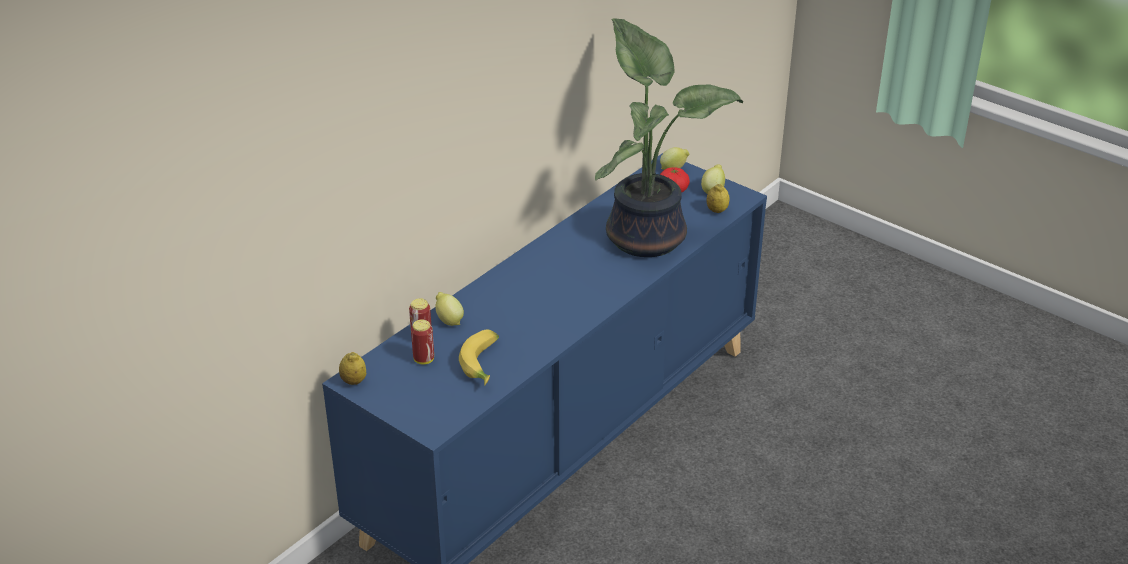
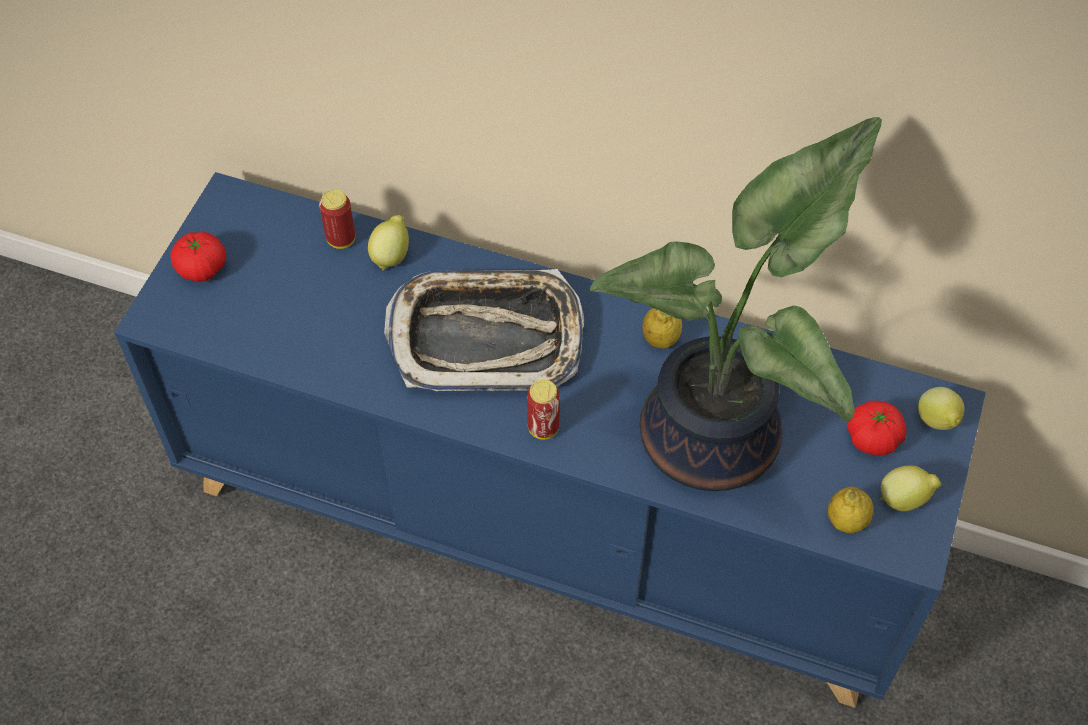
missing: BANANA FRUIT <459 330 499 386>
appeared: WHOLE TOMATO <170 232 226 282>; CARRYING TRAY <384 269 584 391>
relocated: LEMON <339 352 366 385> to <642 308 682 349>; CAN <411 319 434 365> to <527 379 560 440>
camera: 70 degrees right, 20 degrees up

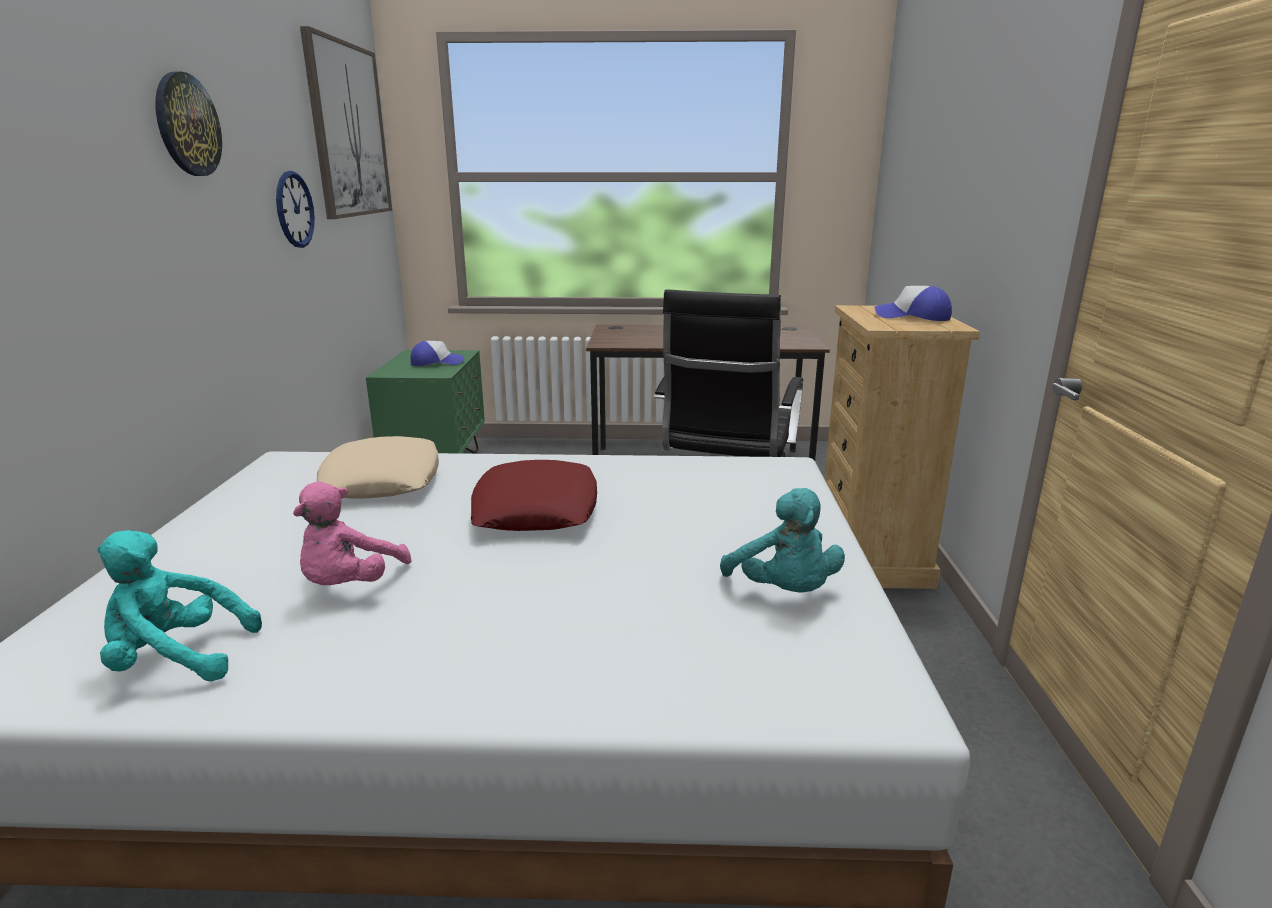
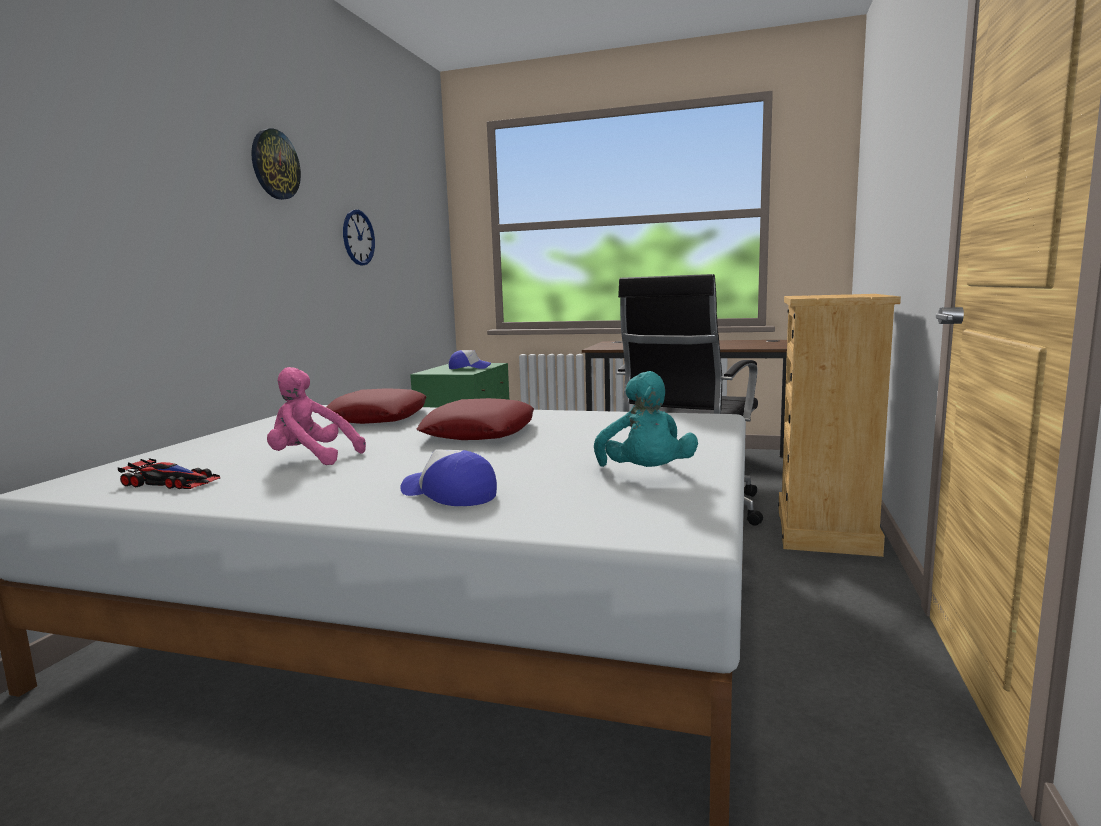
missing: PICTURE <300 26 392 219>
relocated: CAP <874 286 952 321> to <400 449 497 506>
exchanged: TURQUOISE CUDDLY TOY <97 530 262 681> to MODEL CAR <117 458 221 489>
colour: BEIGE PILLOW <317 436 439 499> to REDDISH PILLOW <326 388 427 424>
spun: PINK-COLOURED CUDDLY TOY <293 481 412 585> = <267 367 366 465> 75 degrees clockwise
camera: 15 degrees right, 10 degrees down

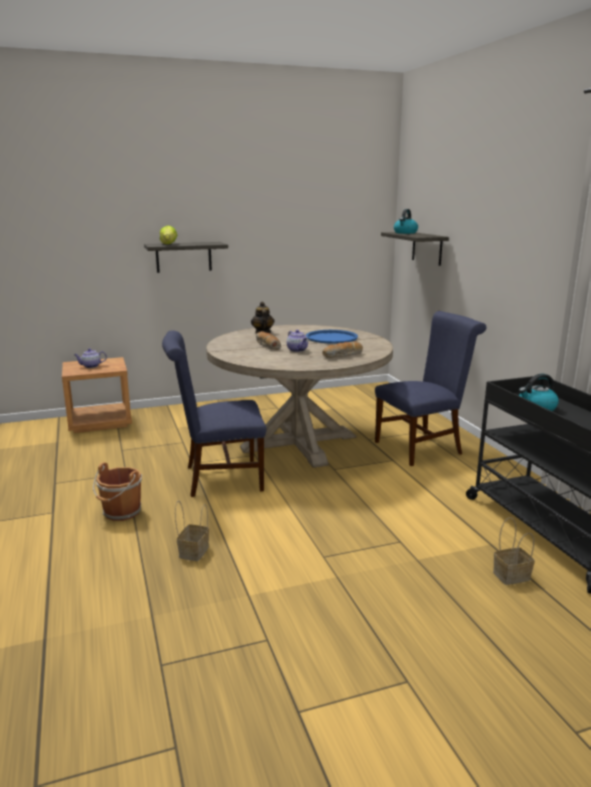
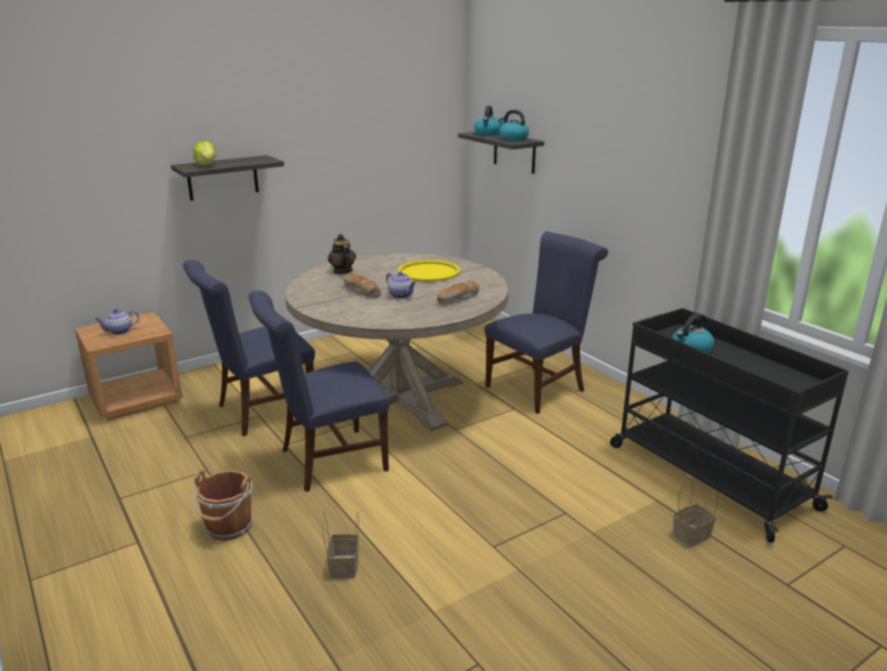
appeared: BLUE UPRIGHT CHAIR <183 260 315 436>; WATER KETTLE <498 110 529 141>
colour: BLUE CARRYING TRAY <306 330 358 344> to YELLOW CARRYING TRAY <398 260 460 282>
camera: 15 degrees left, 5 degrees up

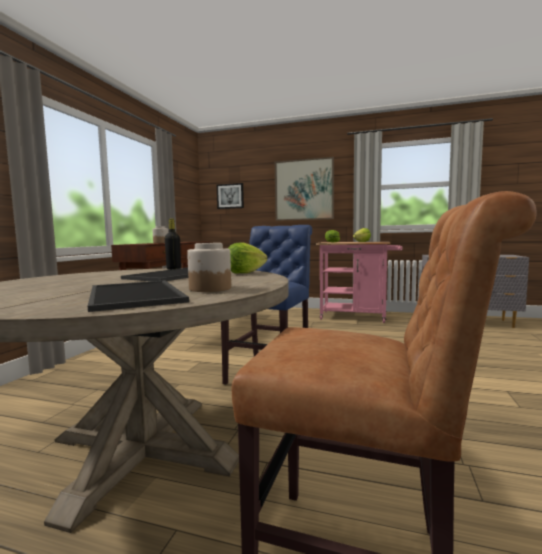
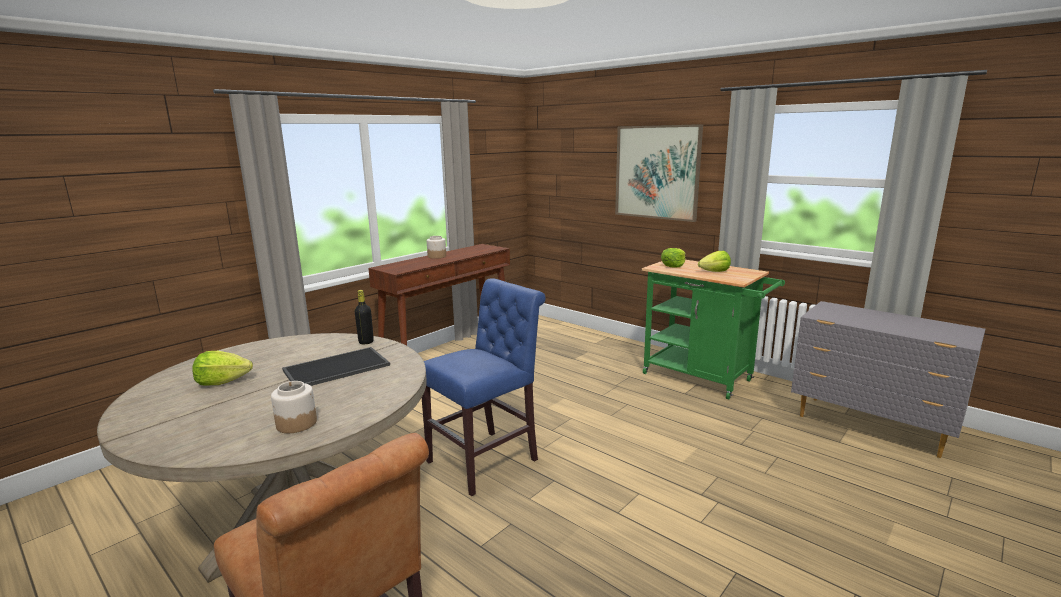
missing: CARRYING TRAY <88 281 189 312>; PICTURE <217 183 244 209>
relocated: LETTUCE <228 243 268 274> to <193 351 253 386>
colour: PINK-COLOURED WHEELED CART <316 242 403 323> to GREENISH WHEELED CART <642 260 785 400>
camera: 25 degrees right, 10 degrees up

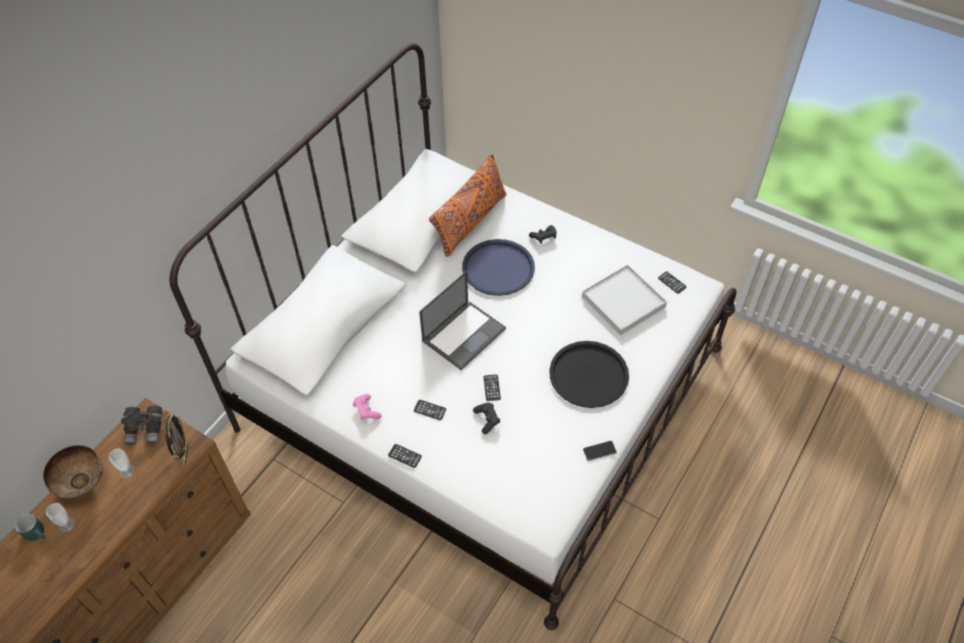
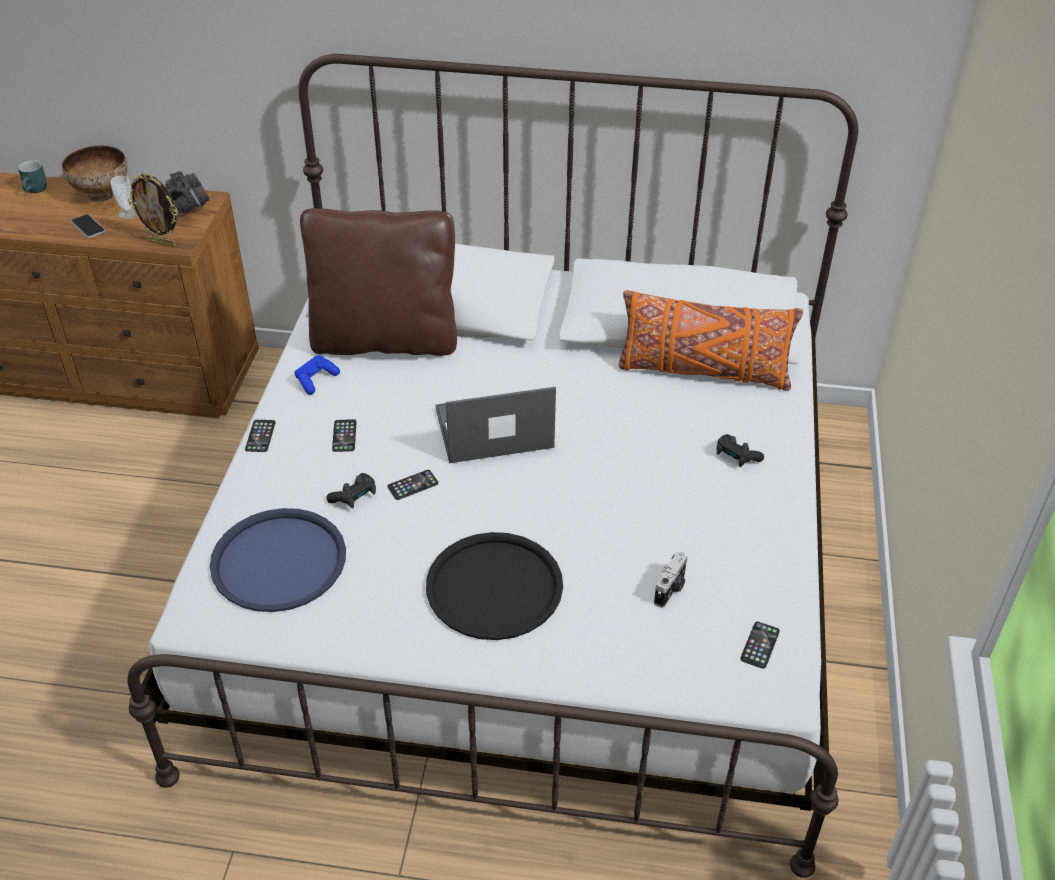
missing: CUP <46 503 75 533>
appeared: BROWNISH PILLOW <300 208 457 356>
relocated: BLUE CARRYING TRAY <462 239 535 296> to <210 508 346 612>; HANDSET <583 441 617 461> to <71 214 105 238>
exchanged: WHITE CARRYING TRAY <582 265 667 335> to STILL CAMERA <654 552 688 608>
colour: PINK-COLOURED GAME CONTROLLER <353 394 381 420> to BLUE GAME CONTROLLER <294 355 340 395>
spun: PICTURE FRAME <165 414 188 466> = <128 173 178 246> 45 degrees clockwise; NOTEBOOK COMPUTER <419 271 506 370> = <436 387 556 463> 150 degrees clockwise
camera: 65 degrees right, 10 degrees down

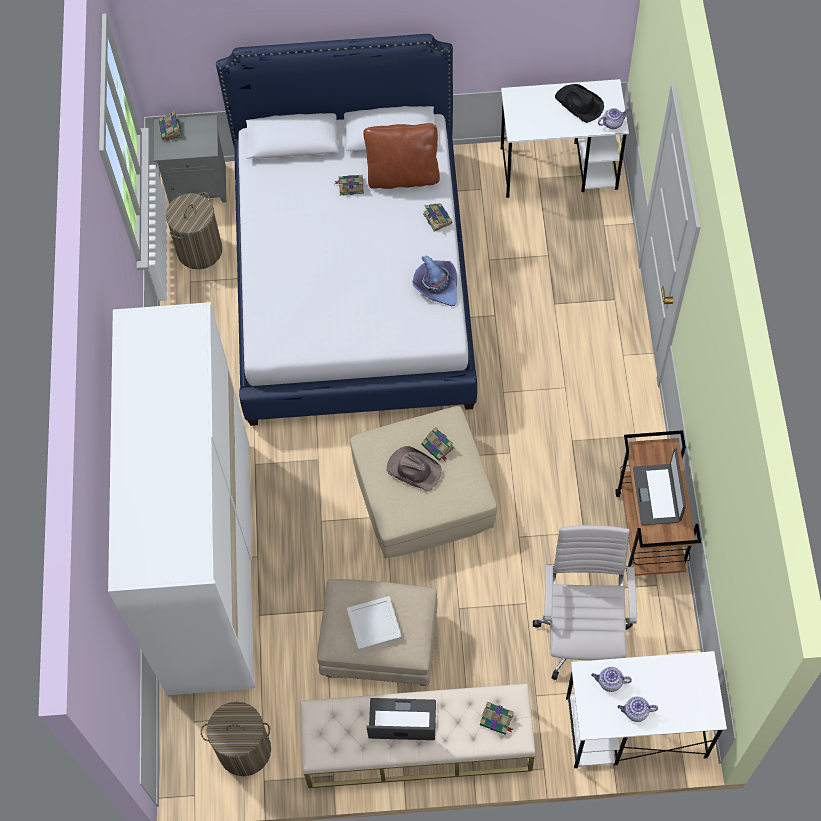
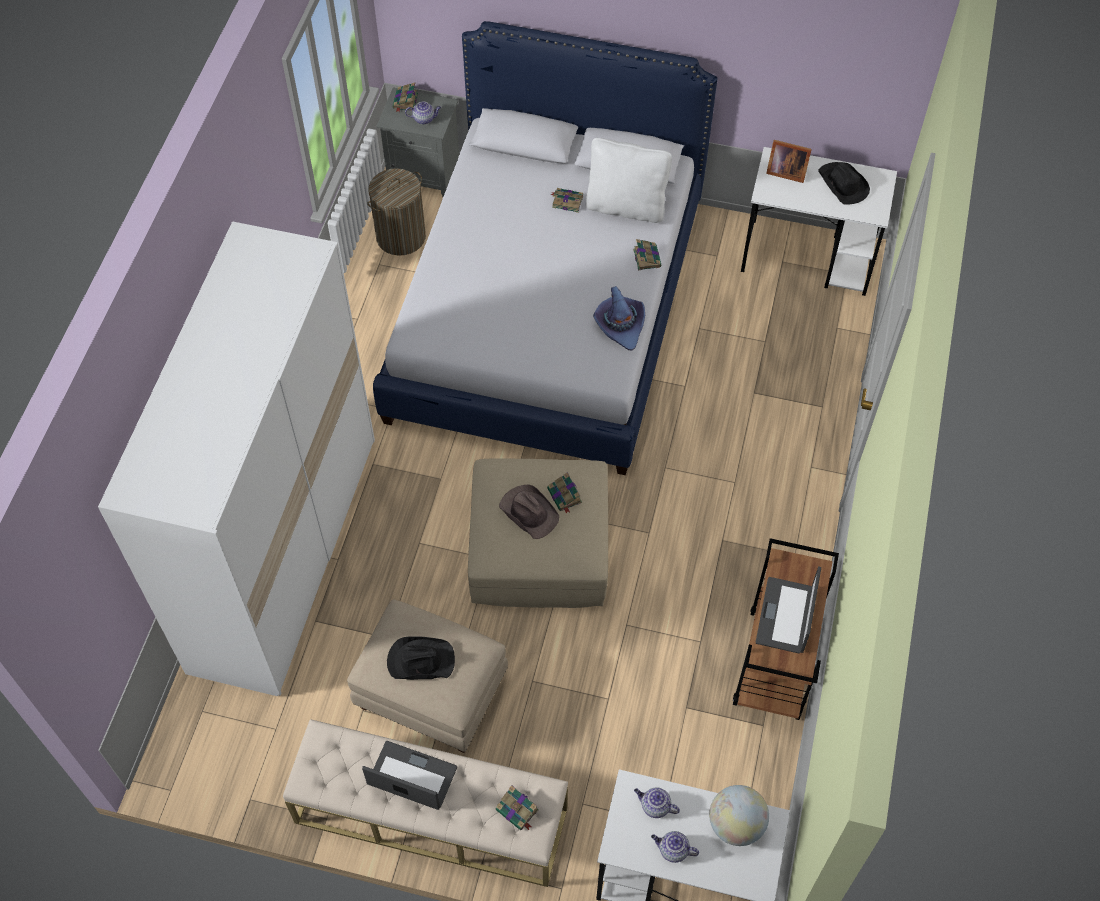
missing: WASHING BASKET <200 702 271 776>; WHITE DESK CHAIR <533 525 637 680>
appeared: WORLD GLOBE <709 785 769 846>; PICTURE FRAME <766 140 812 183>
relocated: TEAPOT <598 108 630 129> to <405 102 441 124>
exchanged: WHITE CARRYING TRAY <347 596 402 651> to BLACK HAT <387 636 455 680>
colour: BROWNISH PILLOW <363 123 440 189> to WHITE PILLOW <586 138 672 223>
camera: 15 degrees right, 5 degrees down

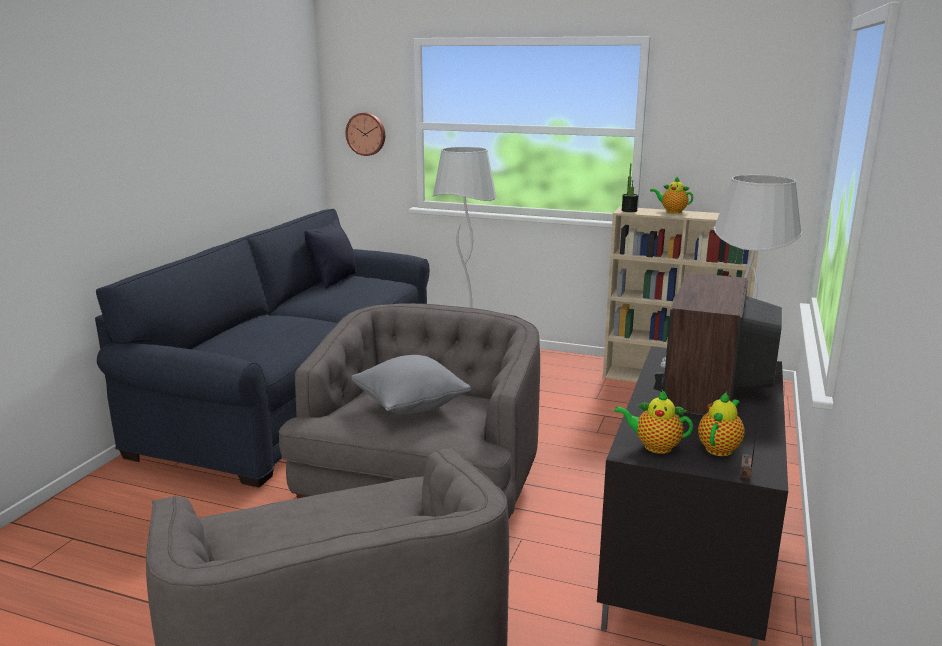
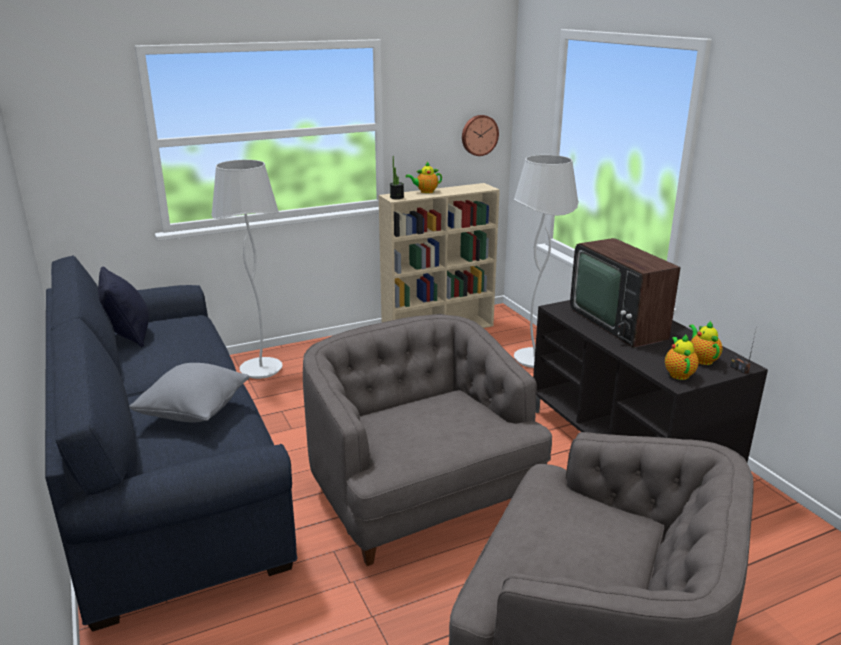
relocated: HANGING CLOCK <345 113 385 156> to <462 115 499 156>; GREY PILLOW <351 355 471 415> to <129 363 249 422>
spun: TEAPOT <614 390 693 454> = <665 334 699 380> 120 degrees clockwise
camera: 45 degrees left, 5 degrees up

